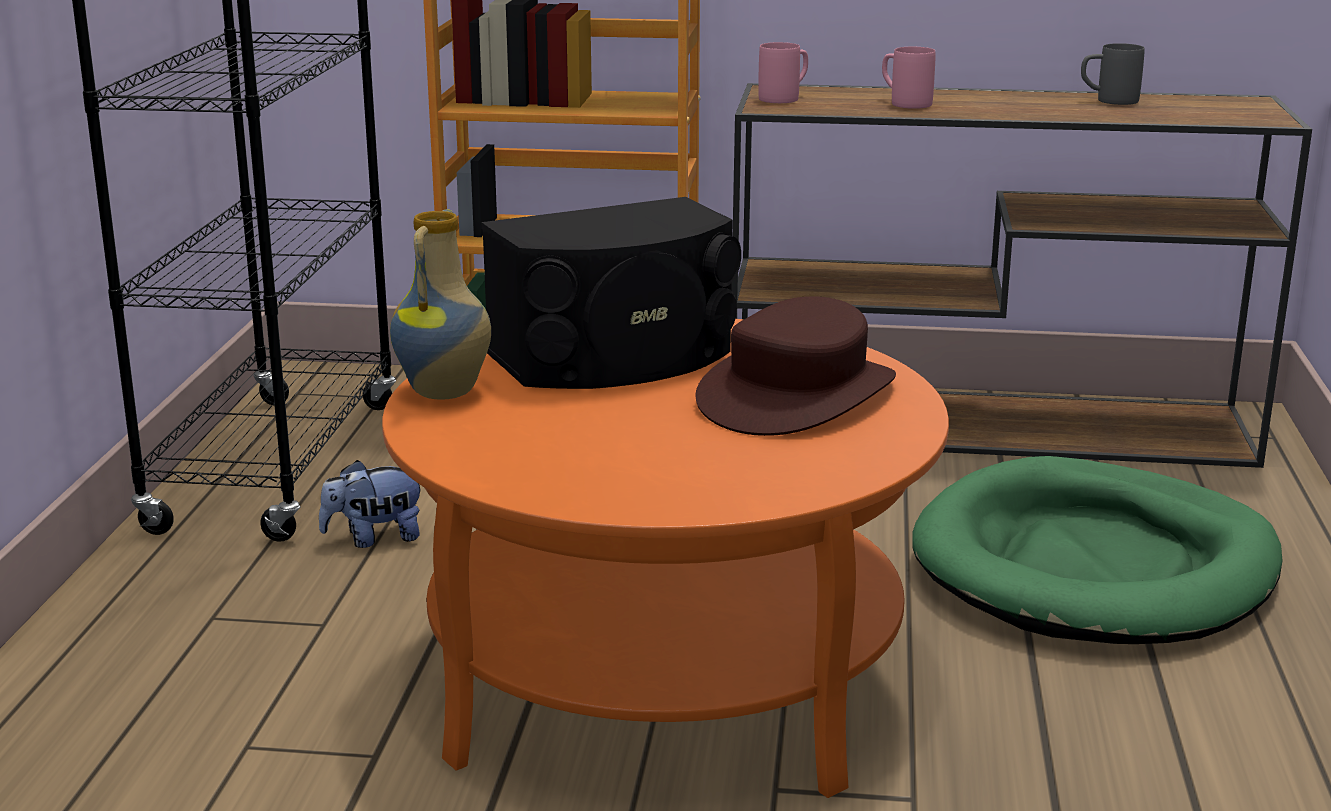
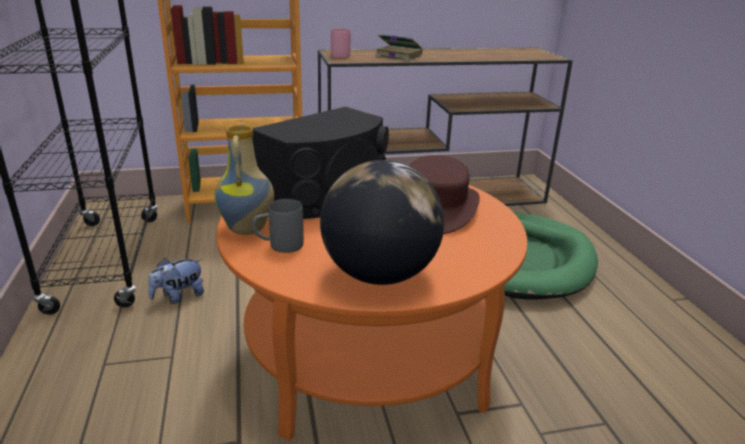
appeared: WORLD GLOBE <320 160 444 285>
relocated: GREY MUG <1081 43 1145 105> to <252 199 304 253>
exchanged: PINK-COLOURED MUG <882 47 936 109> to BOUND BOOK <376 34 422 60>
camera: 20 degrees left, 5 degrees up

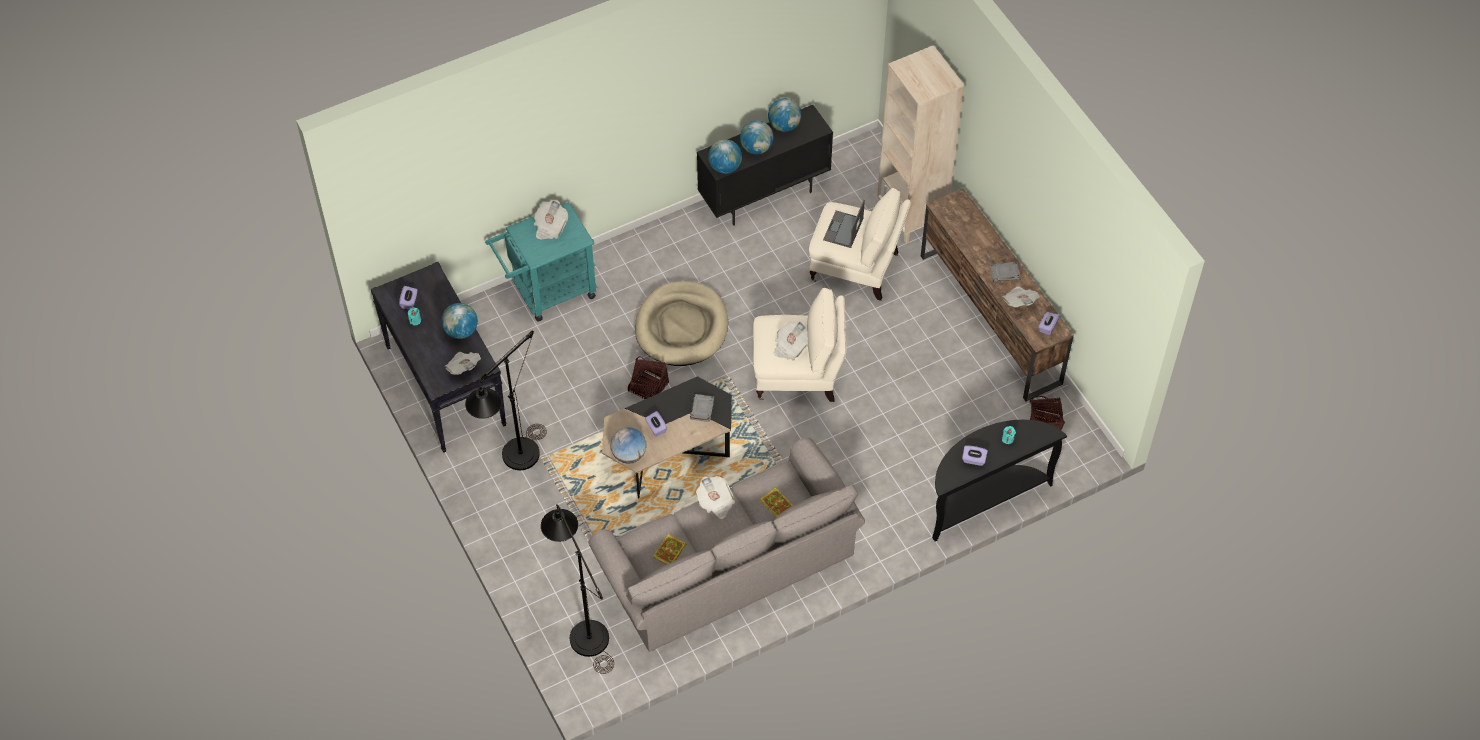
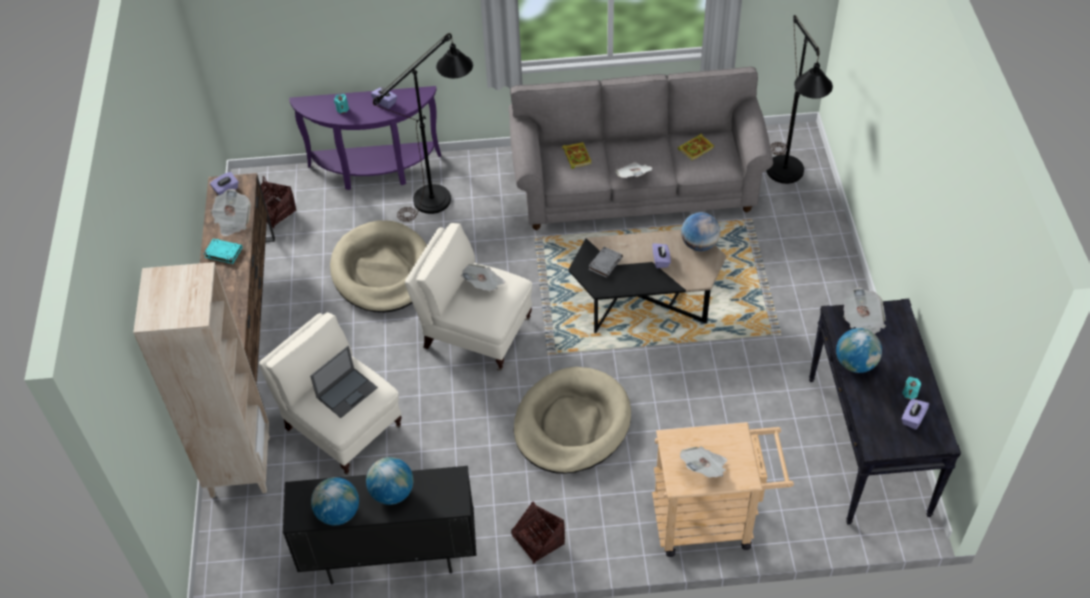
missing: WORLD GLOBE <708 139 742 174>
appeared: BEIGE DOG BED <330 220 427 313>
relocated: BLACK FLOOR LAMP <465 330 547 470> to <373 33 473 222>; HOUSEHOLD BASKET <628 356 669 399> to <511 501 565 564>
colour: TURQUOISE WHEELED CART <485 202 597 322> to BEIGE WHEELED CART <652 422 794 557>; BLACK NARROW TABLE <932 420 1067 542> to PURPLE NARROW TABLE <289 86 441 190>; GREY BOUND BOOK <990 262 1021 282> to TURQUOISE BOUND BOOK <204 239 242 264>
camera: 155 degrees left, 5 degrees down

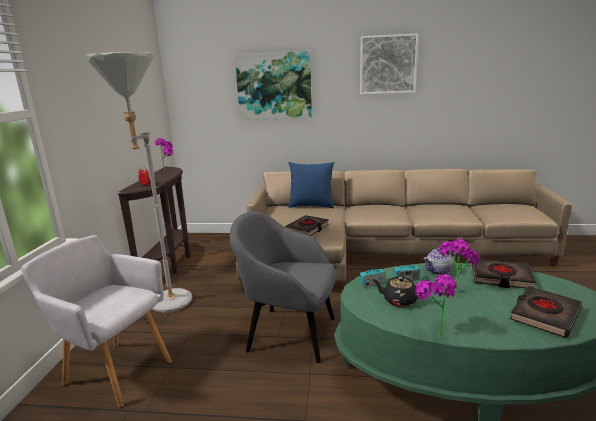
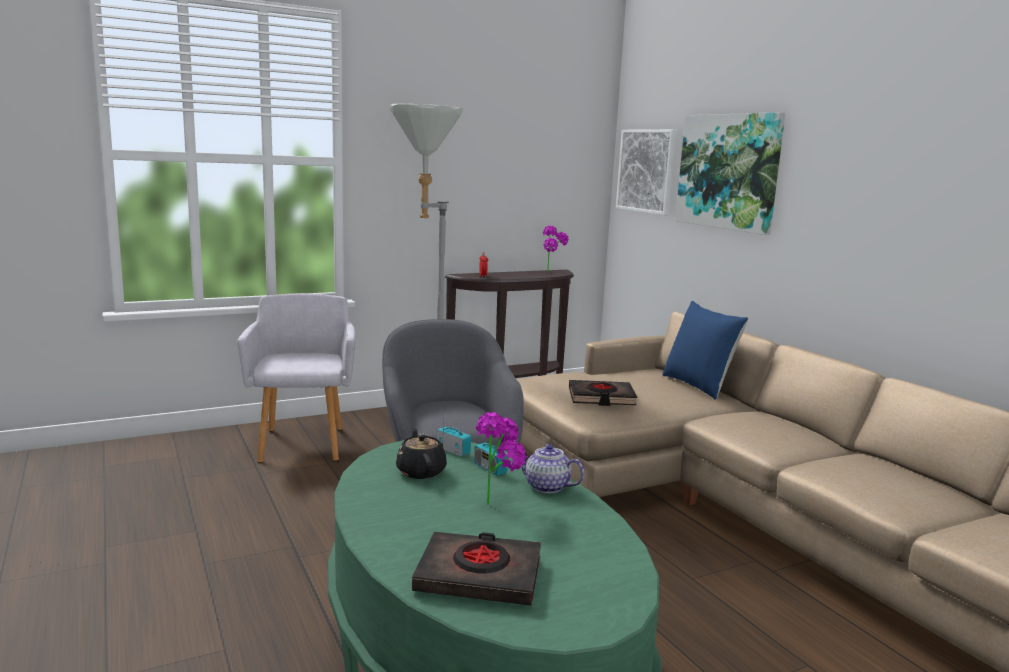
missing: HOUSEPLANT <415 274 457 335>; BLACK BOUND BOOK <472 259 537 289>
relocated: PICTURE <360 33 419 95> to <616 129 677 215>
camera: 55 degrees right, 5 degrees down

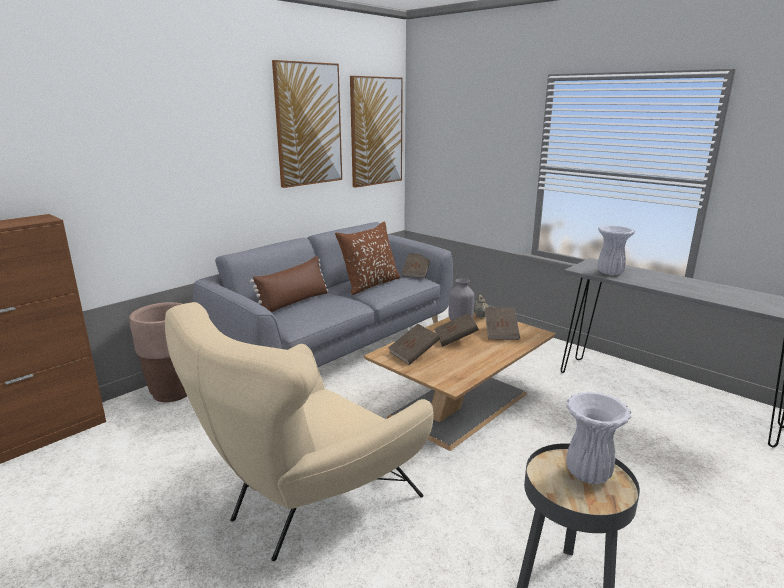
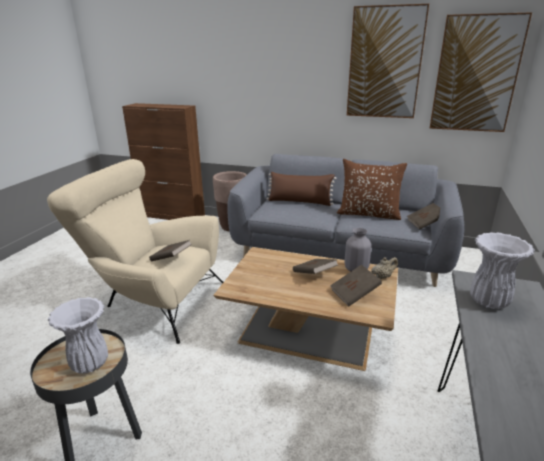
relocated: BROWNISH BOUND BOOK <388 324 440 365> to <149 240 192 261>
camera: 65 degrees right, 5 degrees up

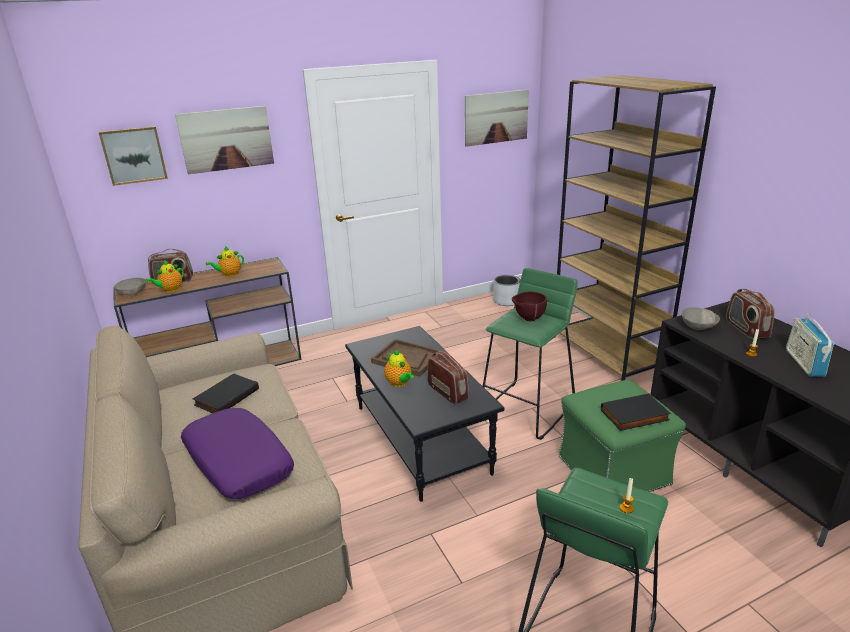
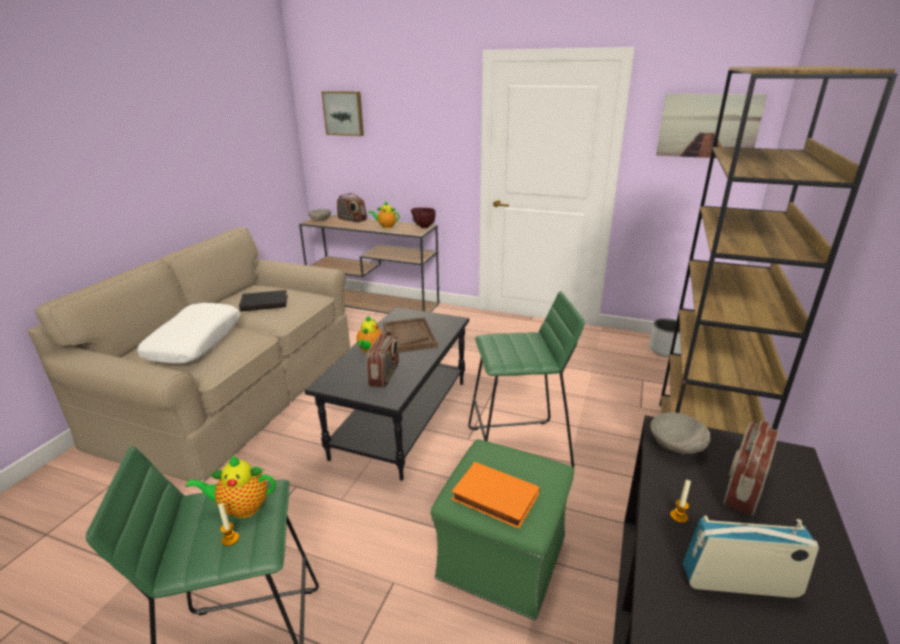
missing: PICTURE <175 106 274 174>
relocated: TEAPOT <145 260 184 292> to <186 455 275 518>; BROWNISH SERVING BOWL <512 292 547 321> to <411 208 436 228>
colour: PURPLE PILLOW <181 408 294 499> to WHITE PILLOW <137 303 240 364>; BLACK BOUND BOOK <601 393 671 431> to ORANGE BOUND BOOK <451 462 539 529>
spun: RADIO SET <786 313 834 377> = <683 516 819 598> 45 degrees clockwise
camera: 45 degrees right, 0 degrees up

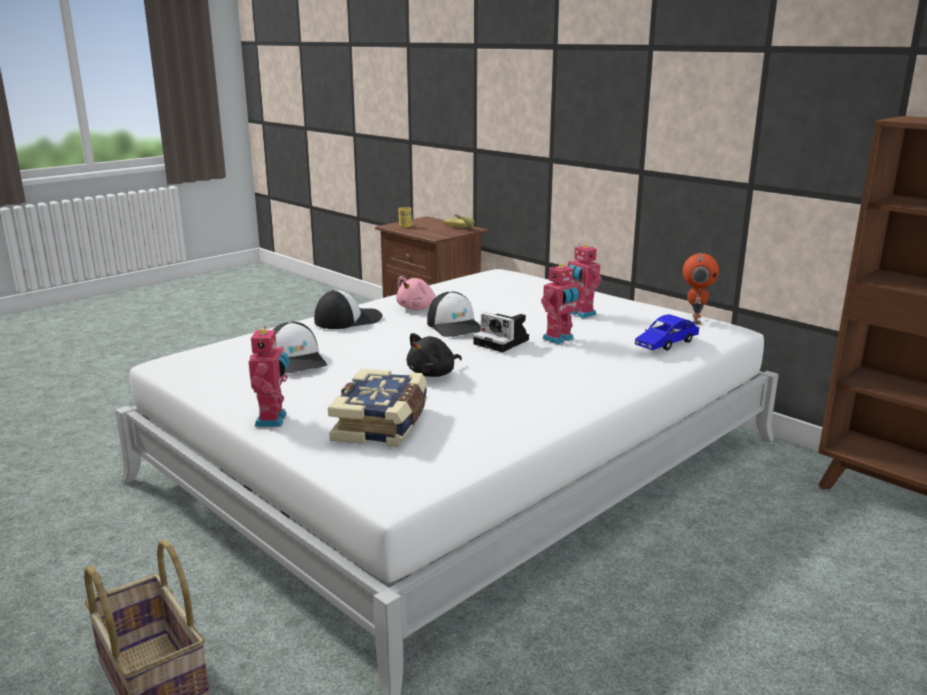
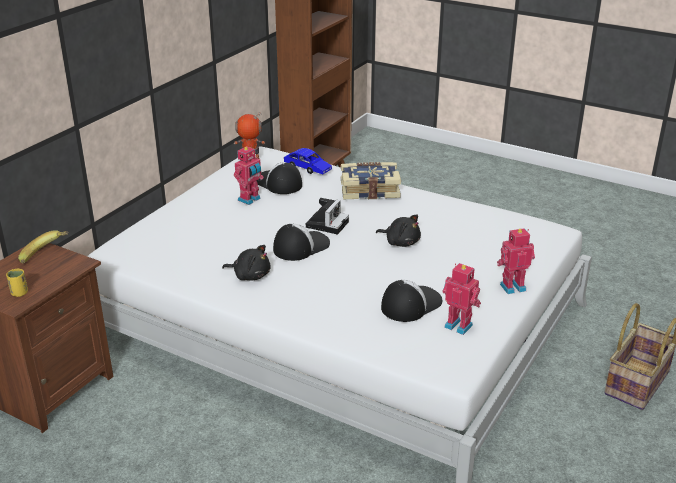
relocated: CAP <314 290 382 329> to <257 162 302 194>; BOUND BOOK <328 369 427 447> to <341 162 401 199>; MODEL ROBOT <541 263 581 344> to <443 263 481 335>
colour: PINK-COLOURED CUDDLY TOY <396 276 436 310> to BLACK CUDDLY TOY <222 245 271 280>
camera: 105 degrees left, 10 degrees up

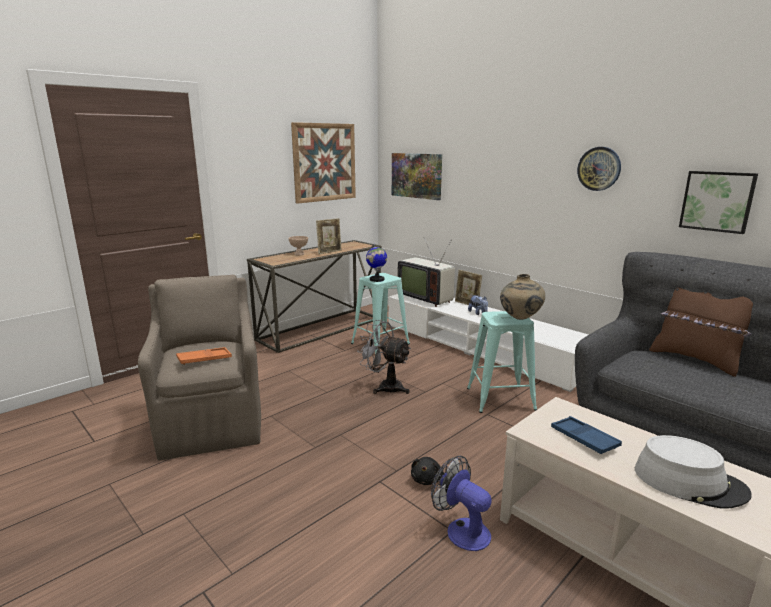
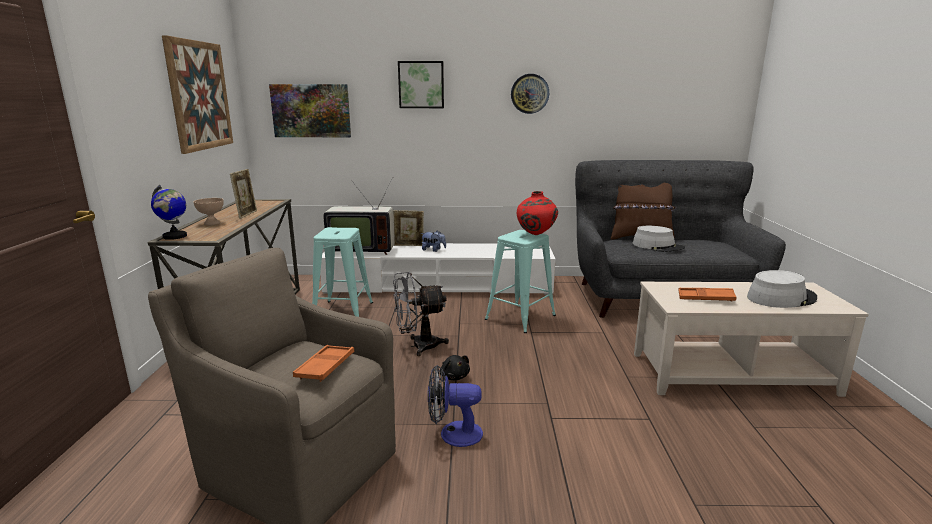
appeared: GREY HAT <632 226 685 252>
relocated: WORLD GLOBE <366 244 387 282> to <151 185 187 240>; BLACK CUDDLY TOY <411 457 443 485> to <440 355 470 380>; COOLING FAN <431 456 492 551> to <428 365 483 447>; PICTURE <679 171 758 234> to <398 61 444 108>
colour: BEIGE VASE <500 274 545 320> to REDDISH VASE <517 191 558 235>; BLUE CARRYING TRAY <551 416 622 454> to ORANGE CARRYING TRAY <678 288 737 302>
camera: 45 degrees left, 0 degrees up

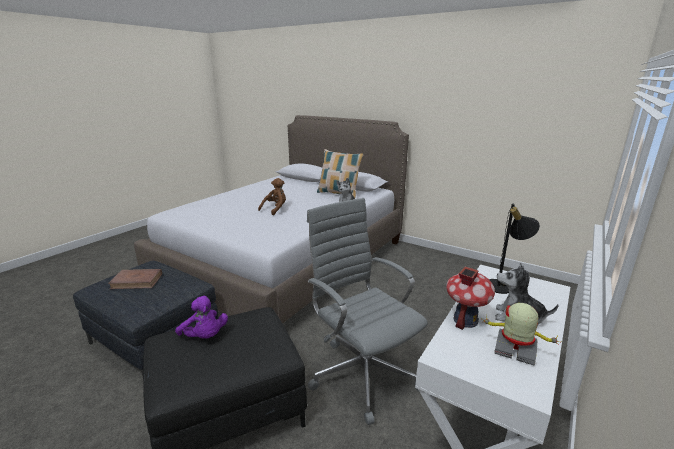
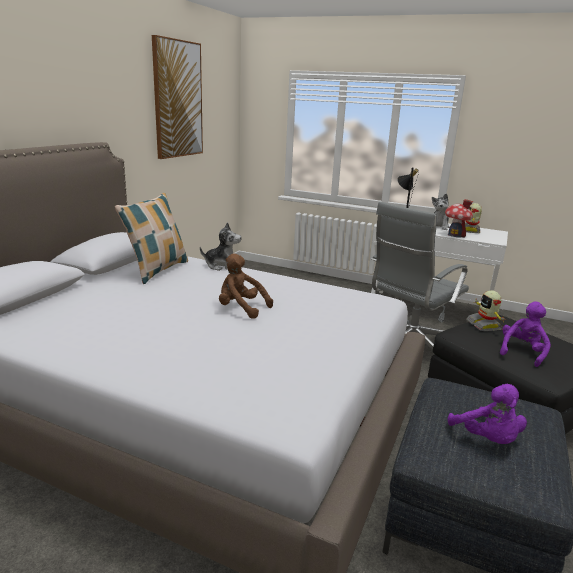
appeared: PICTURE <152 35 203 159>; MODEL ROBOT <466 290 505 332>
exchanged: BROWNISH BOUND BOOK <108 269 162 289> to PURPLE CUDDLY TOY <448 384 527 444>
camera: 100 degrees left, 0 degrees up

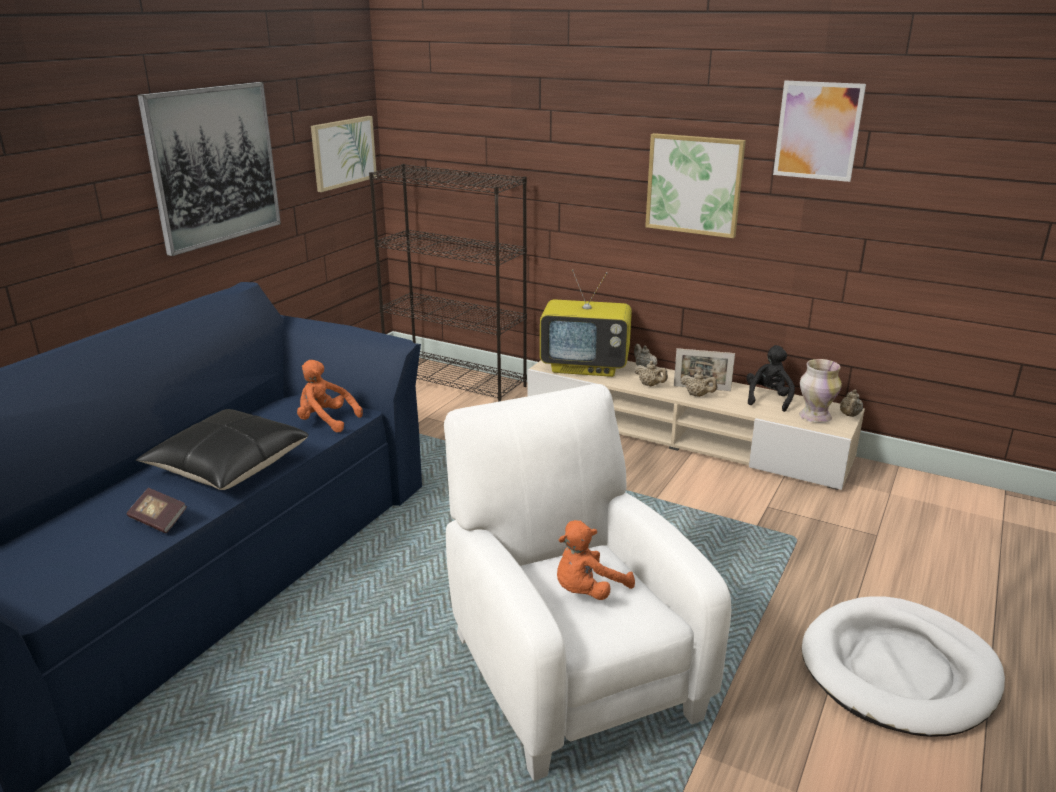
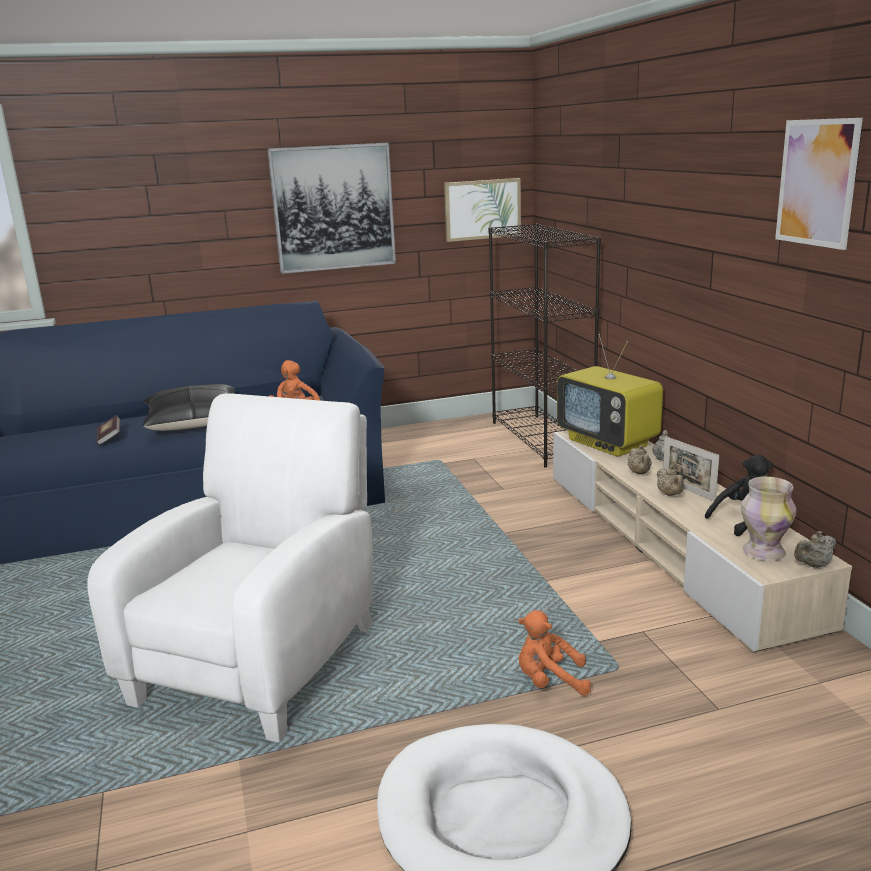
missing: PICTURE <645 133 746 238>
relocated: ORANGE CUDDLY TOY <557 520 635 600> to <519 610 591 696>
camera: 45 degrees right, 5 degrees down

